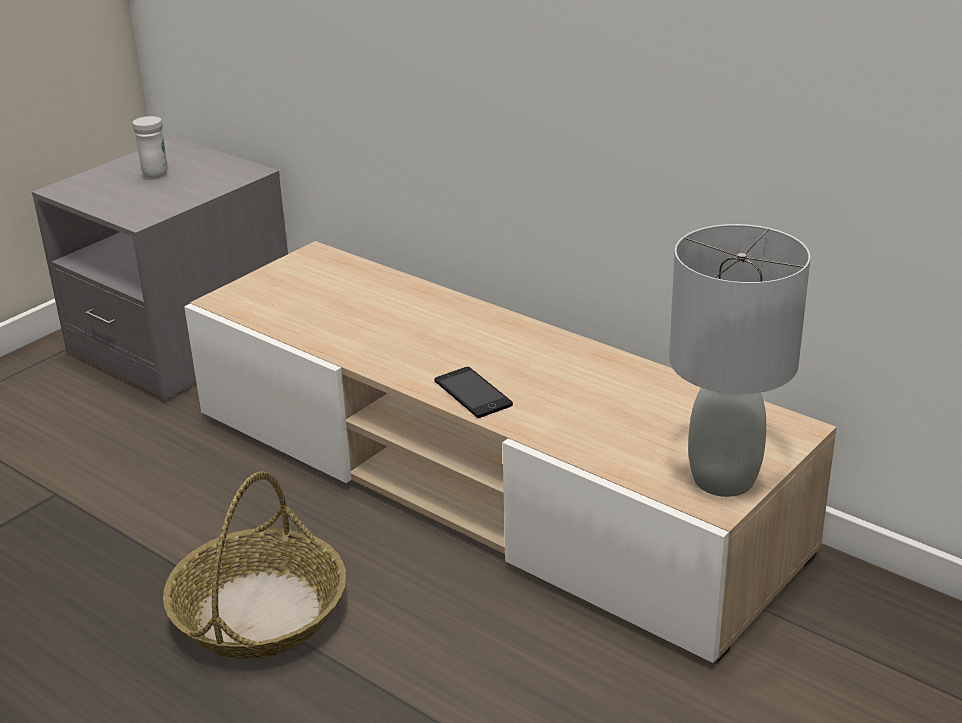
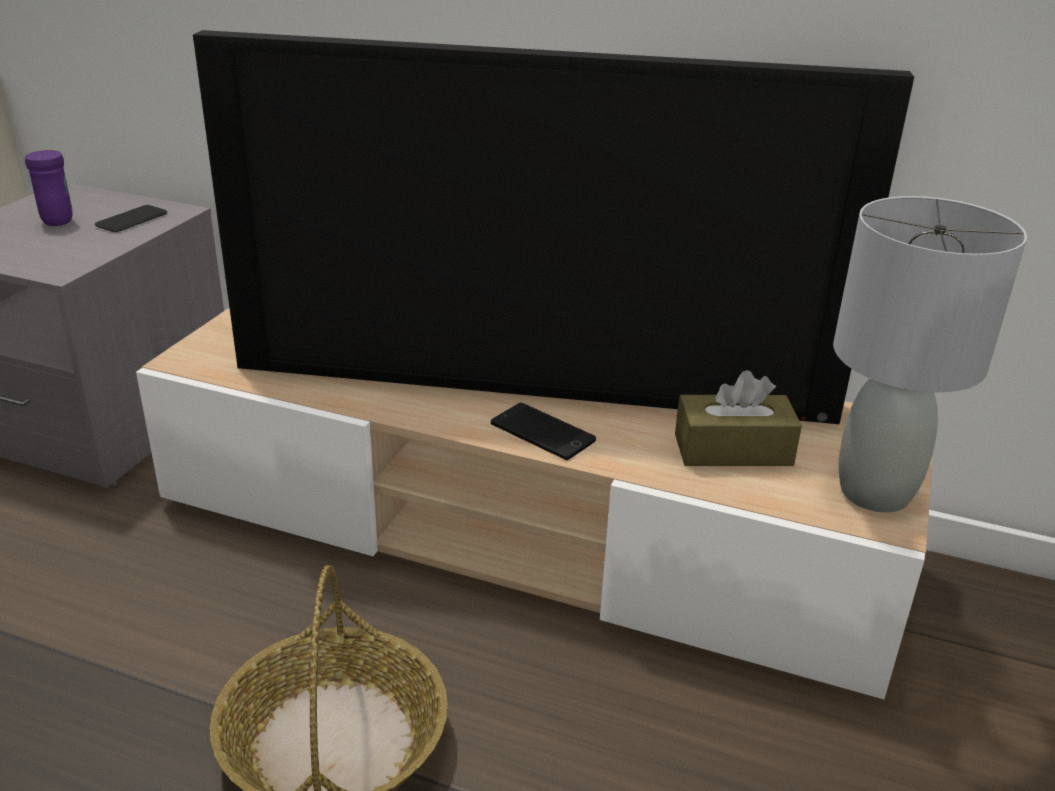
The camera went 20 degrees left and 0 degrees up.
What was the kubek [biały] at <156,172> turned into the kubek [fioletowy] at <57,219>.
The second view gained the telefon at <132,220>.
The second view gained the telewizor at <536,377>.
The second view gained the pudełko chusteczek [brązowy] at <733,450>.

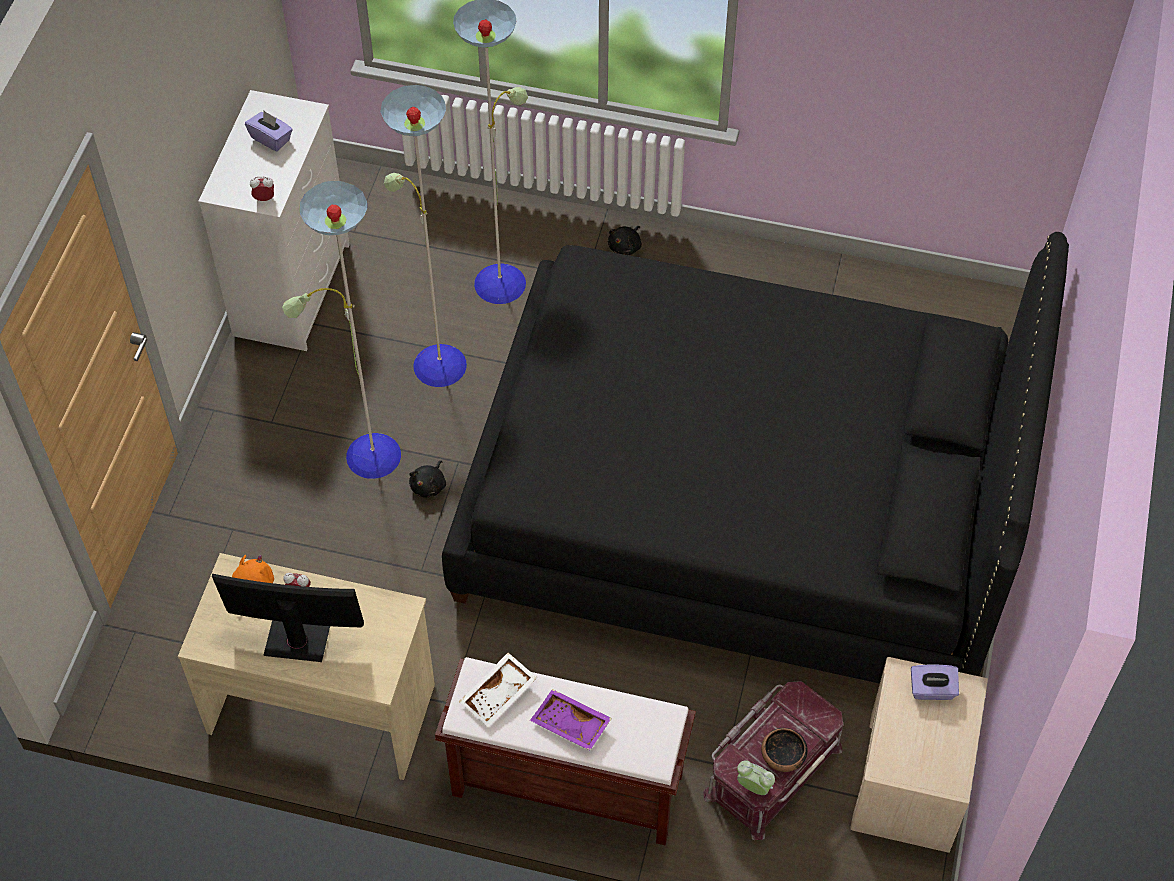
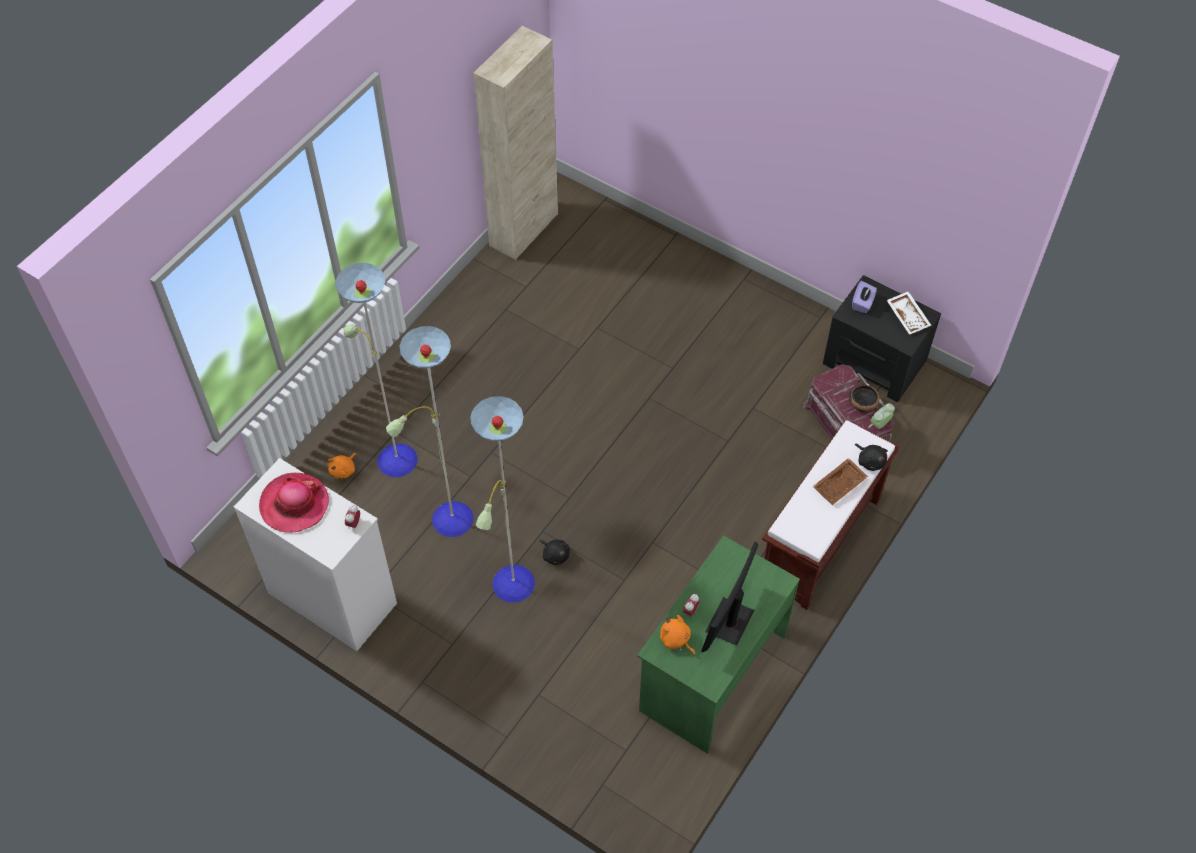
The camera went 70 degrees left and 0 degrees up.
Where the pudełko chusteczek [fioletowy] stood at <271,139>, the kapelusz came to stand at <294,504>.
The second view gained the pluszak [pomarańczowy] at <344,470>.
The second view gained the szafka [beżowy] at <524,230>.
What was the biurko [beżowy] at <321,706> turned into the biurko [zielony] at <711,672>.
What was the taca [fioletowy] at <570,725> turned into the taca [brązowy] at <840,486>.
What was the szafka nocna [beżowy] at <909,781> turned into the szafka nocna [czarny] at <875,362>.
The pluszak [czarny] ended up elsewhere, having gone from <625,246> to <870,461>.
The taca [biały] ended up elsewhere, having gone from <499,695> to <908,316>.
The second view lost the łóżko [czarny] at <741,506>.

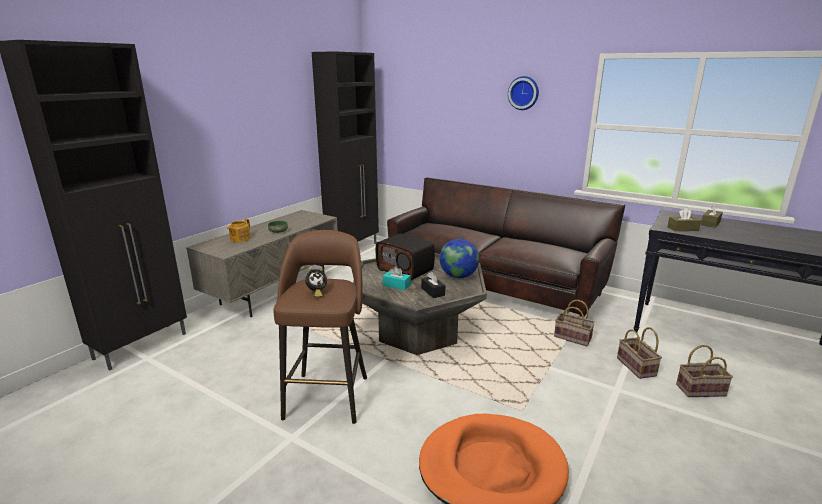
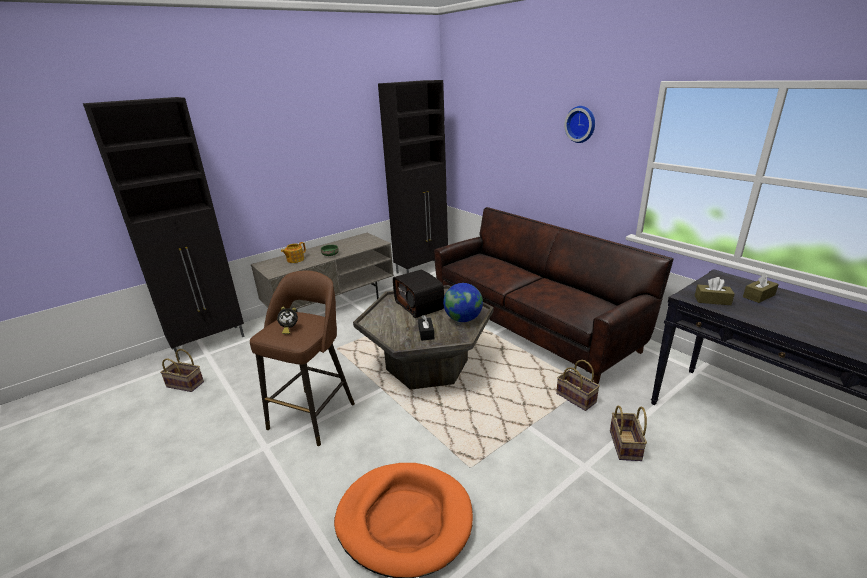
The camera went 20 degrees right and 5 degrees up.
The koszyk ended up elsewhere, having gone from <701,389> to <186,384>.
The second view lost the pudełko chusteczek [turkusowy] at <396,285>.

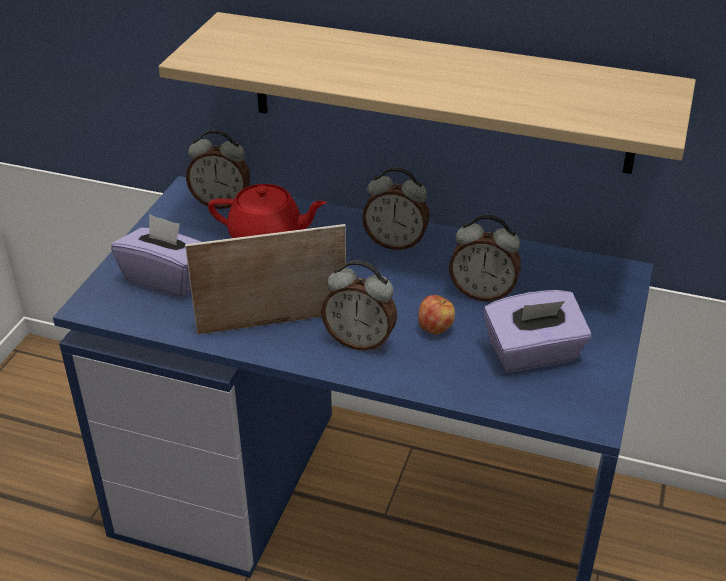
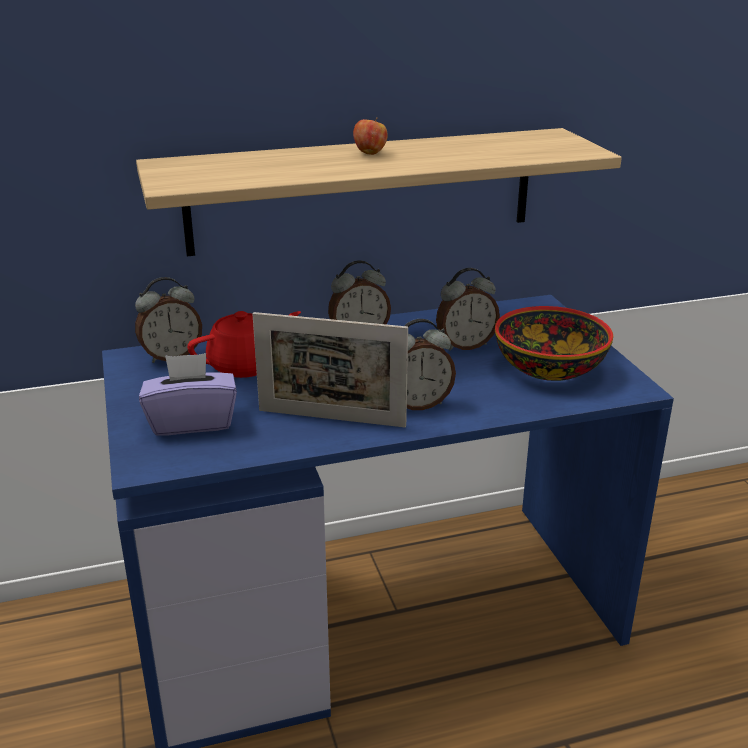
The camera went 35 degrees left and 10 degrees down.
The ramka na zdjęcie at <272,323> ended up facing another way, 120 degrees counterclockwise from before.
The jabłko ended up elsewhere, having gone from <435,328> to <370,153>.
Where the pudełko chusteczek [fioletowy] stood at <533,353>, the miska came to stand at <548,367>.

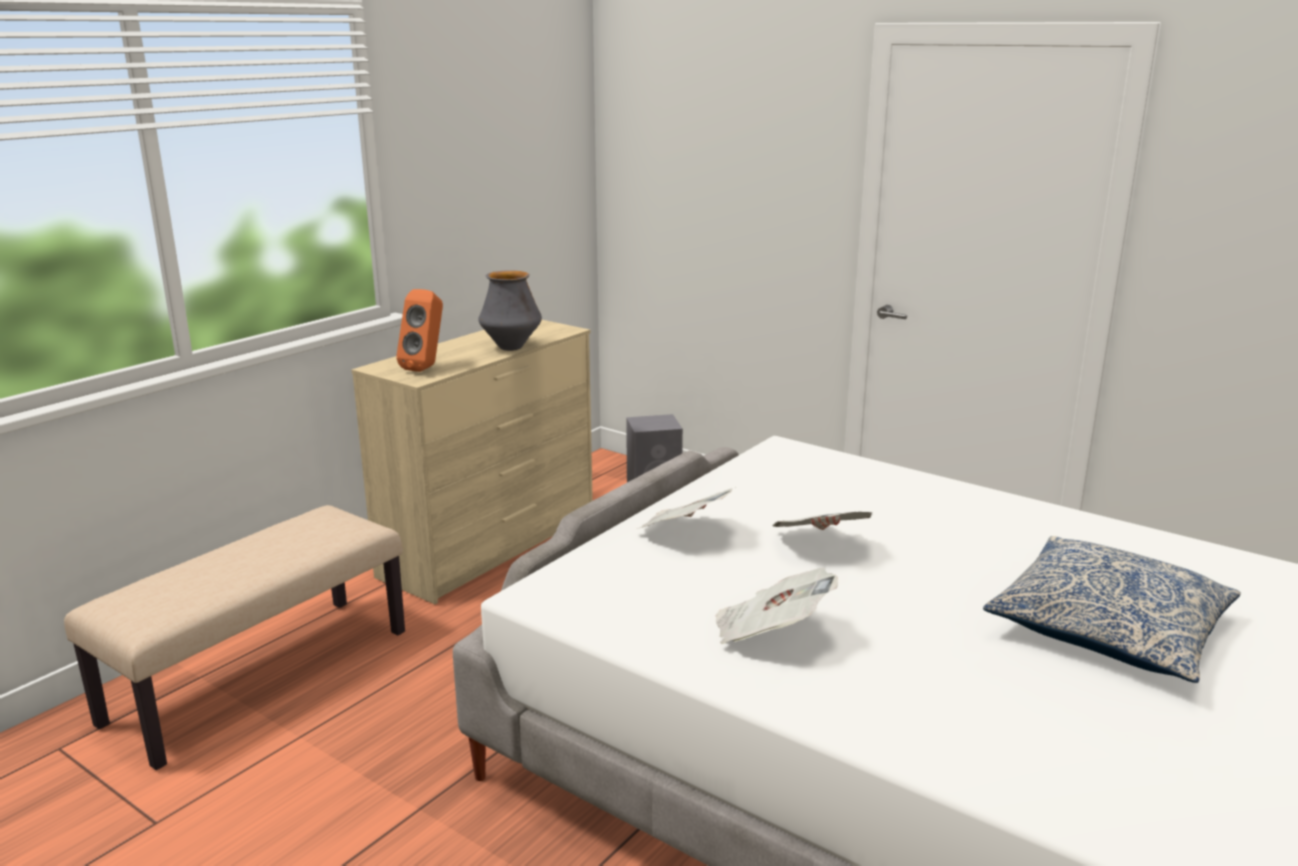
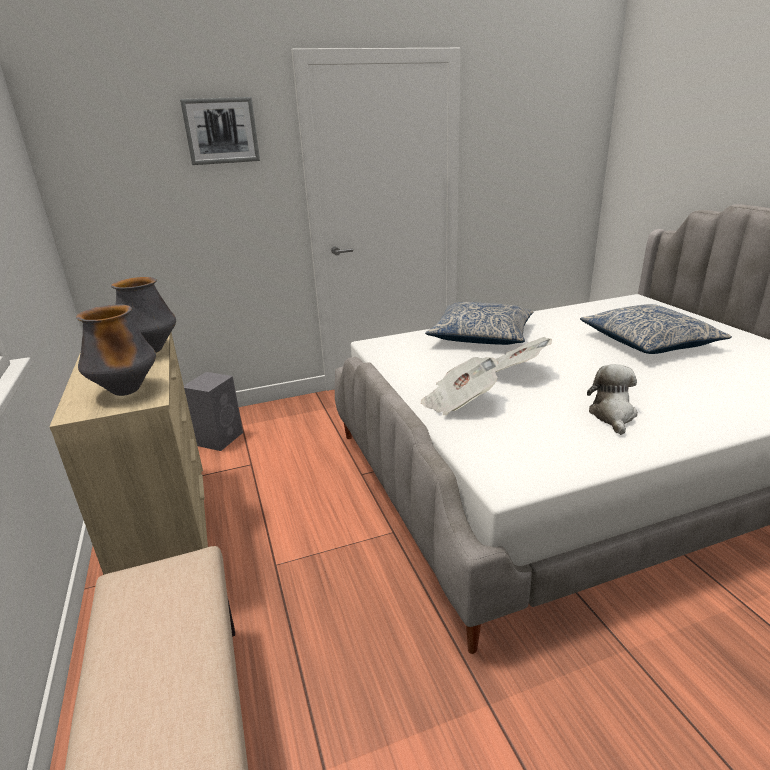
The camera went 55 degrees left and 5 degrees up.
Where the głośnik [pomarańczowy] stood at <426,368>, the wazon came to stand at <126,391>.
The second view gained the obraz at <221,131>.
The second view gained the poduszka at <481,336>.
Where the gazeta stood at <770,633>, the pluszak came to stand at <612,415>.

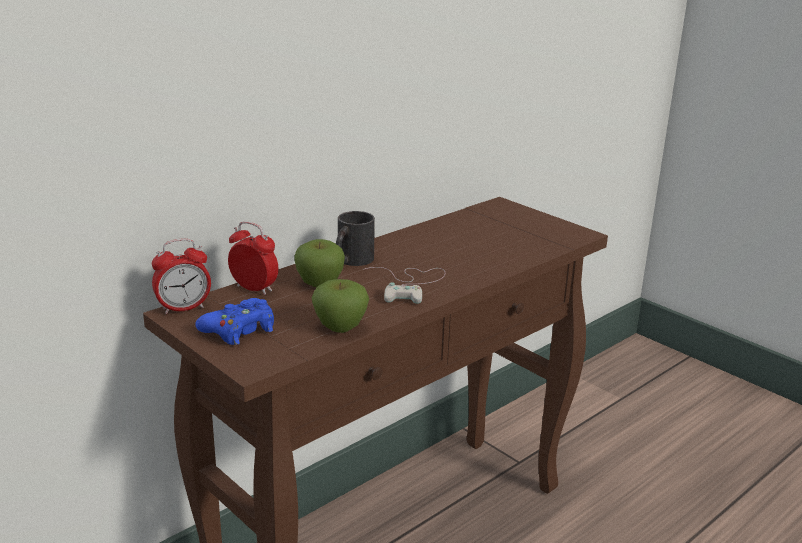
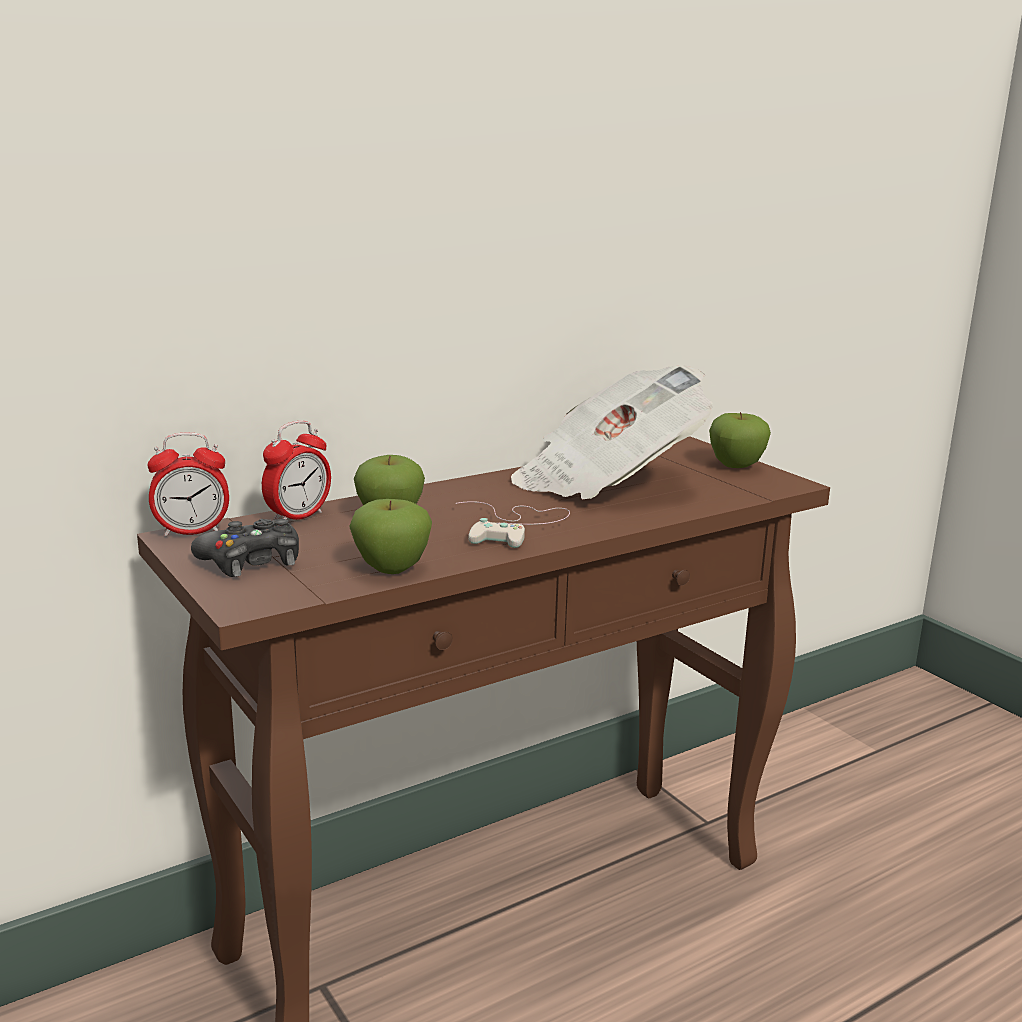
The camera went 10 degrees right and 5 degrees down.
What was the pad do gier [niebieski] at <239,330> turned into the pad do gier [czarny] at <251,561>.
The budzik at <254,289> ended up facing another way, 90 degrees clockwise from before.
The second view gained the gazeta at <607,481>.
The second view gained the jabłko at <736,466>.
The second view lost the kubek [czarny] at <351,261>.

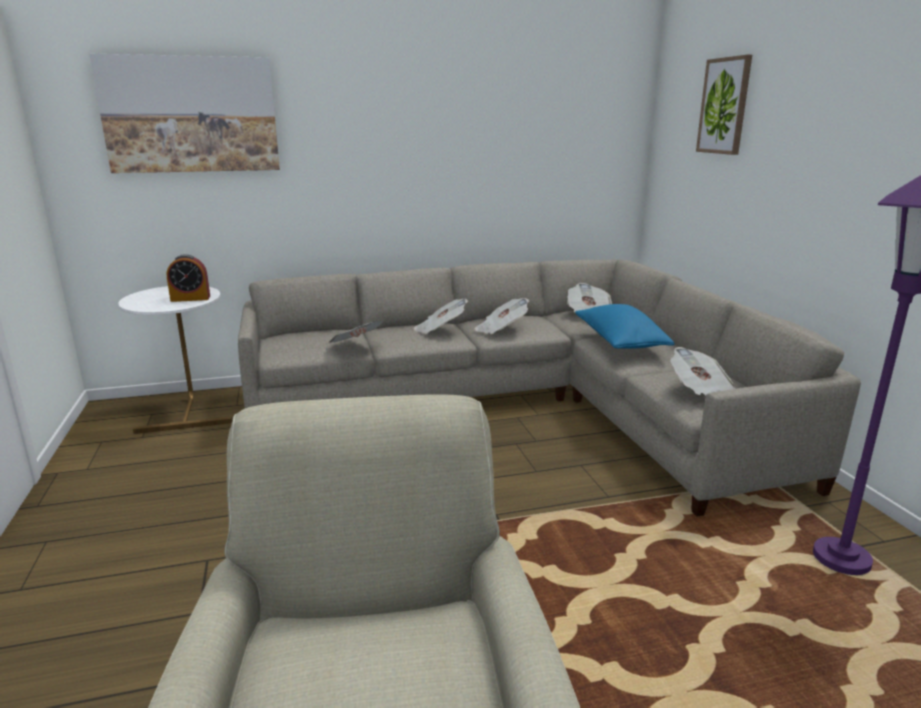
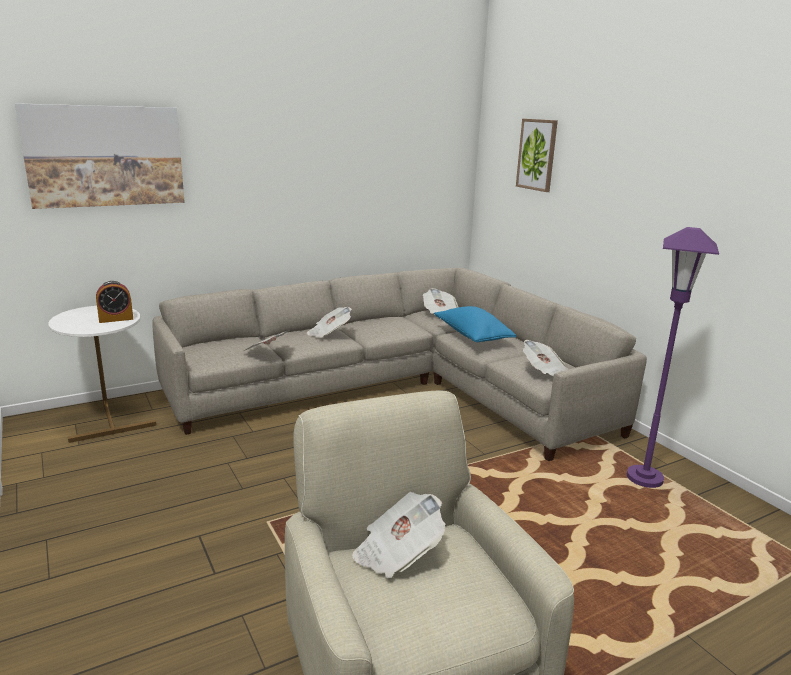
The camera went 15 degrees left and 0 degrees up.
The gazeta ended up elsewhere, having gone from <501,330> to <397,553>.

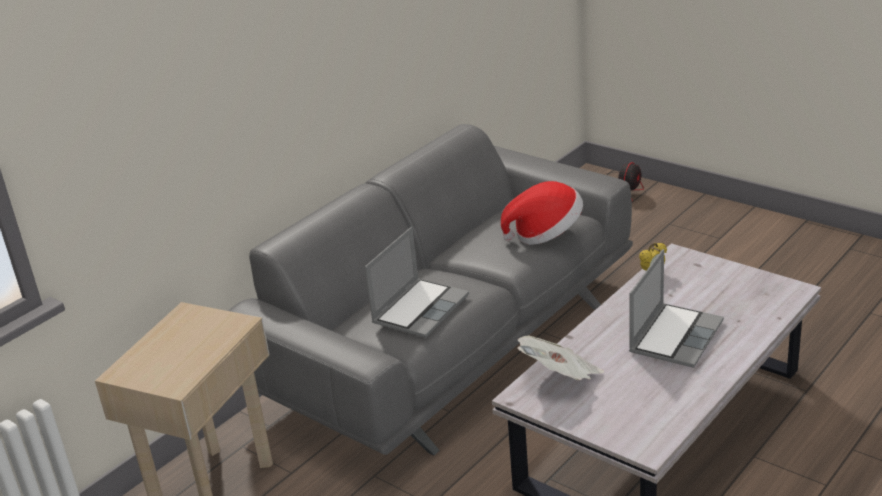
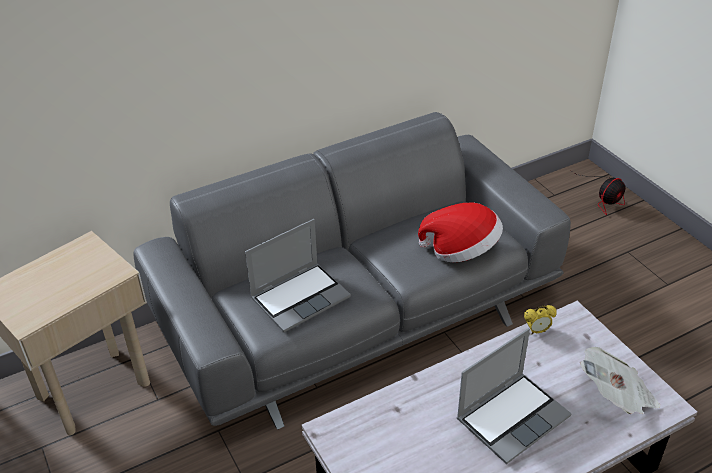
The camera went 20 degrees right and 10 degrees up.
The gazeta ended up elsewhere, having gone from <561,376> to <616,396>.

